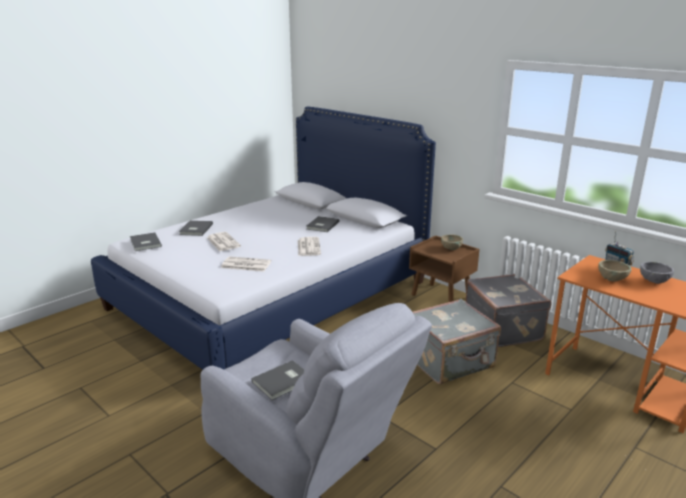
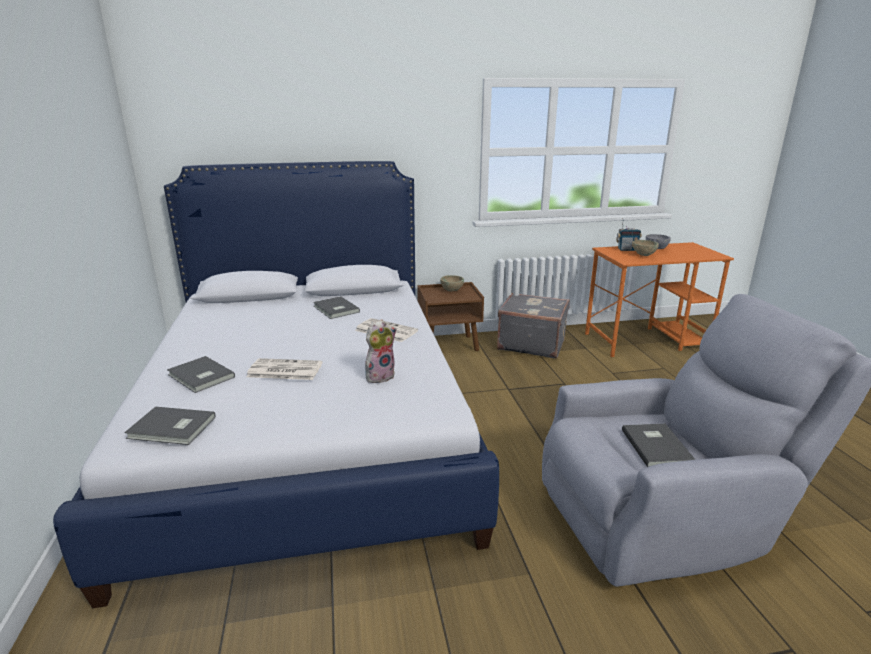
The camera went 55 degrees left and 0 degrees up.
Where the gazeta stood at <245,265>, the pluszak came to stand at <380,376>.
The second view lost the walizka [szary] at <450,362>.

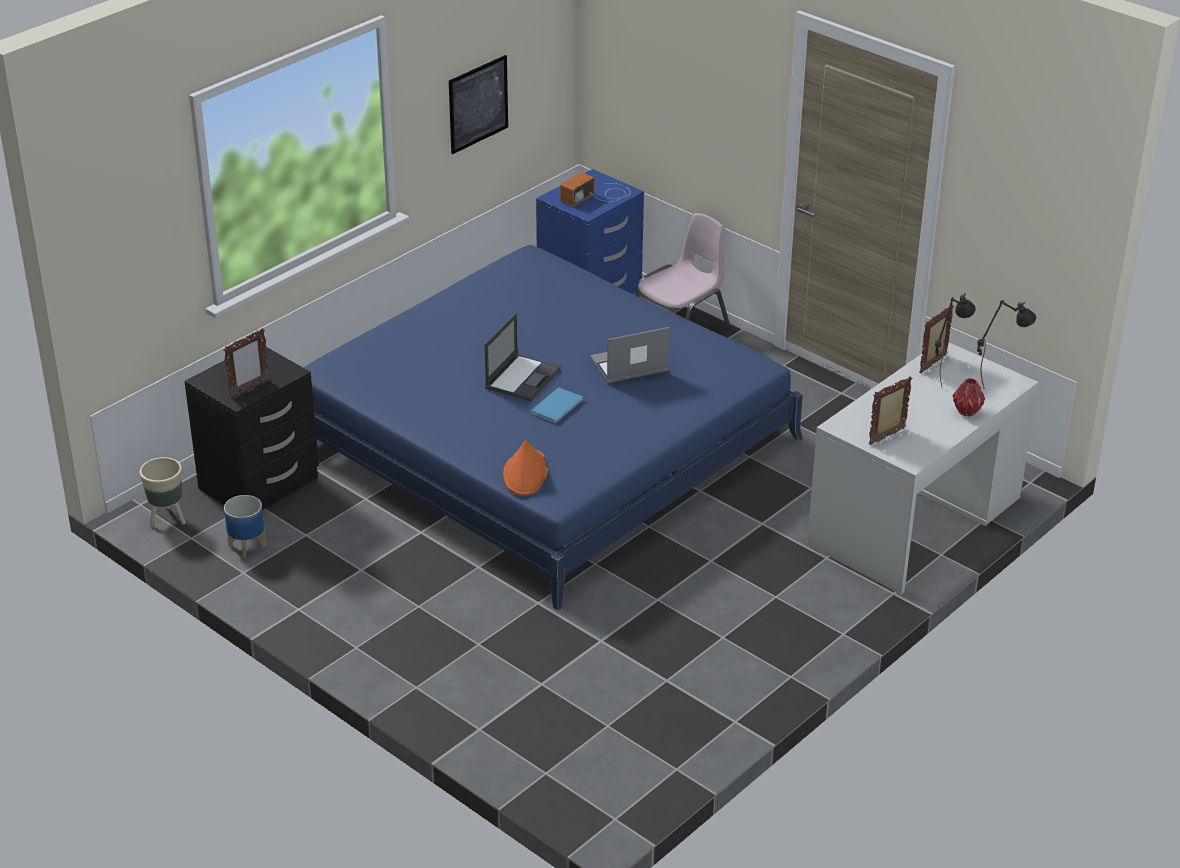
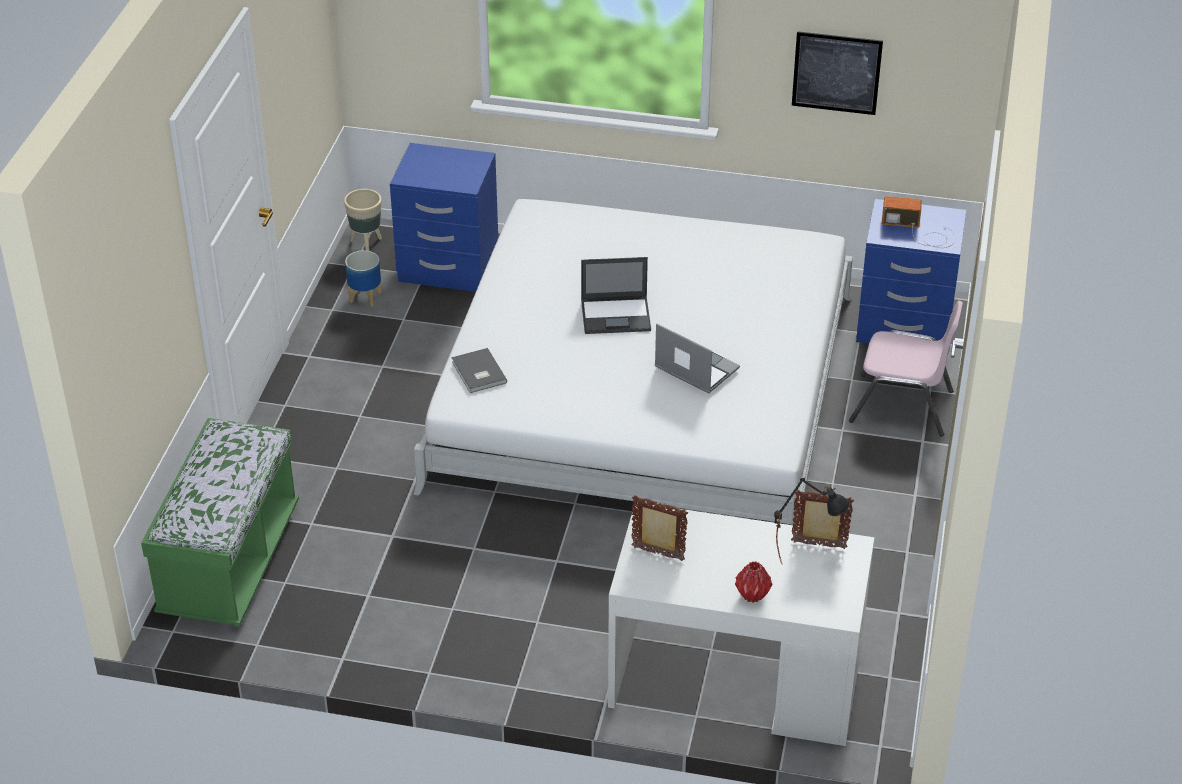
The camera went 60 degrees right and 5 degrees up.
The second view gained the ławka [zielony] at <229,563>.
What was the szafka nocna [czarny] at <260,484> turned into the szafka nocna [niebieski] at <448,268>.
What was the łóżko [niebieski] at <542,441> turned into the łóżko [biały] at <643,391>.
Where the kapelusz [pomarańczowy] stood at <525,474>, the książka [szary] came to stand at <478,373>.
The second view lost the ramka na zdjęcie at <249,388>.
The second view lost the książka [niebieski] at <558,406>.
The second view lost the lampa stołowa [czarny] at <998,380>.

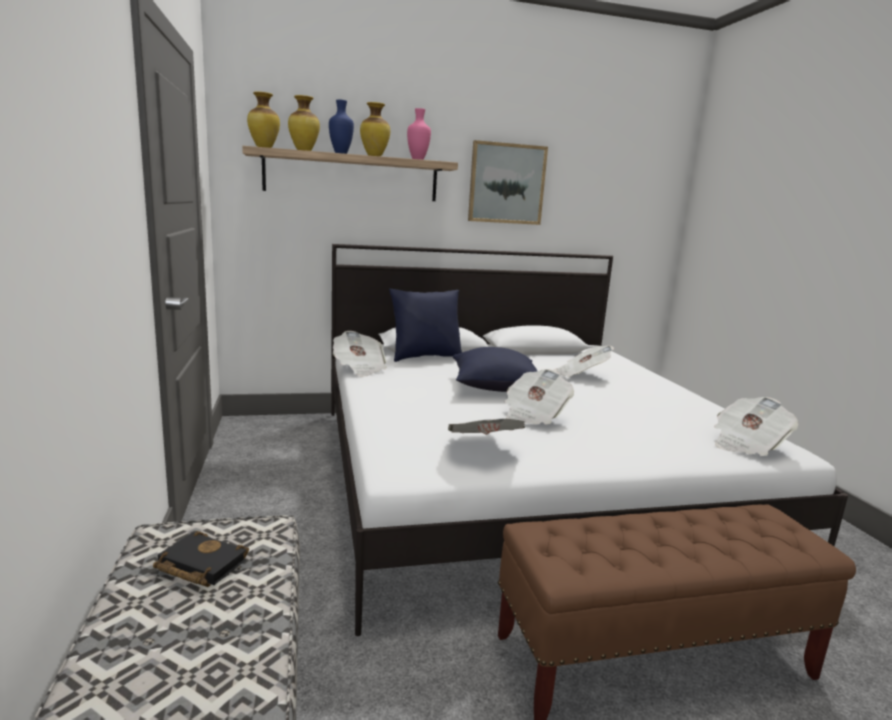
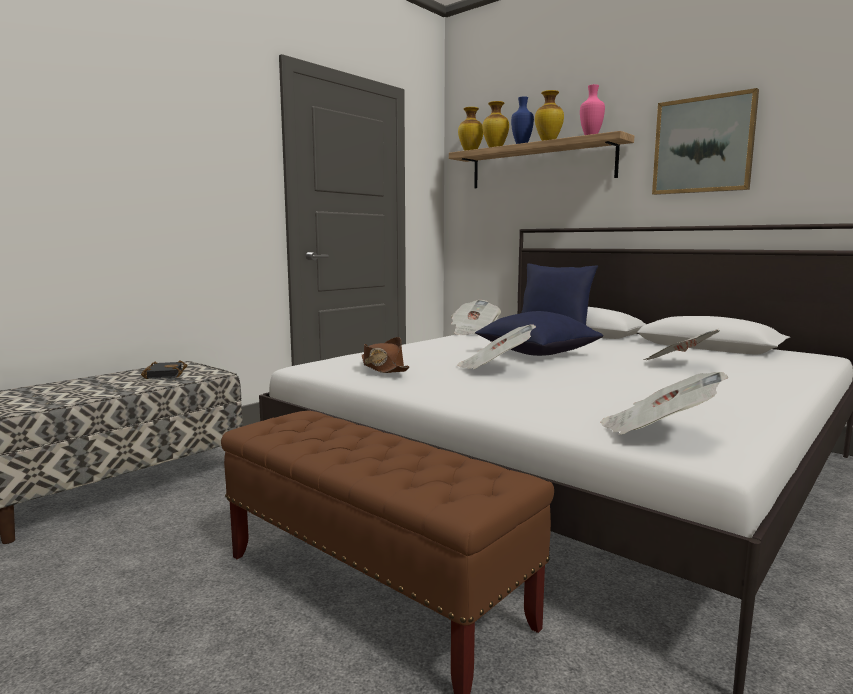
The camera went 55 degrees right and 5 degrees down.
Where the gazeta stood at <484,447>, the kapelusz [brązowy] came to stand at <383,368>.

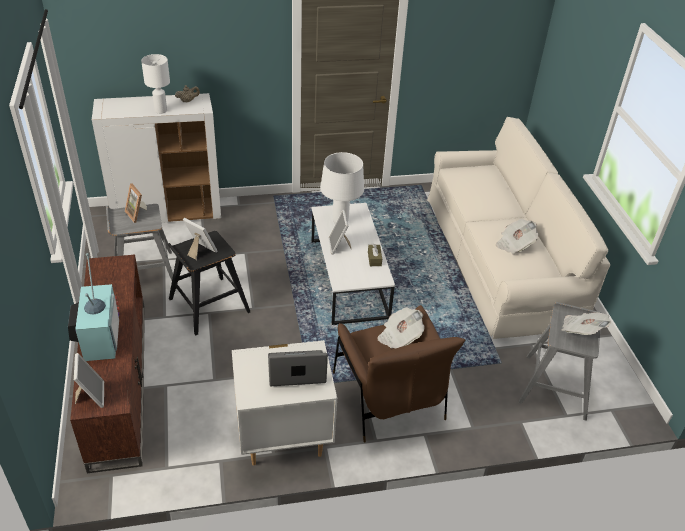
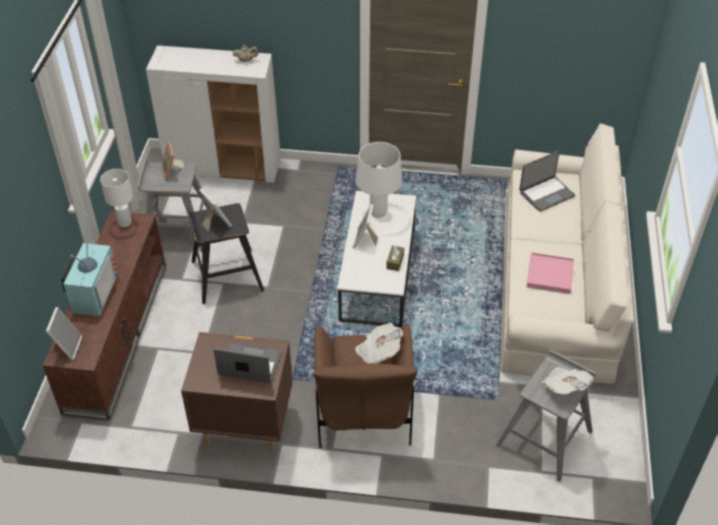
The camera went 20 degrees right and 5 degrees up.
The lampa stołowa [biały] ended up elsewhere, having gone from <161,110> to <125,222>.
What was the szafka nocna [biały] at <283,438> turned into the szafka nocna [brązowy] at <245,425>.
The second view gained the laptop at <546,194>.
Where the gazeta stood at <514,244>, the taca [różowy] came to stand at <549,275>.

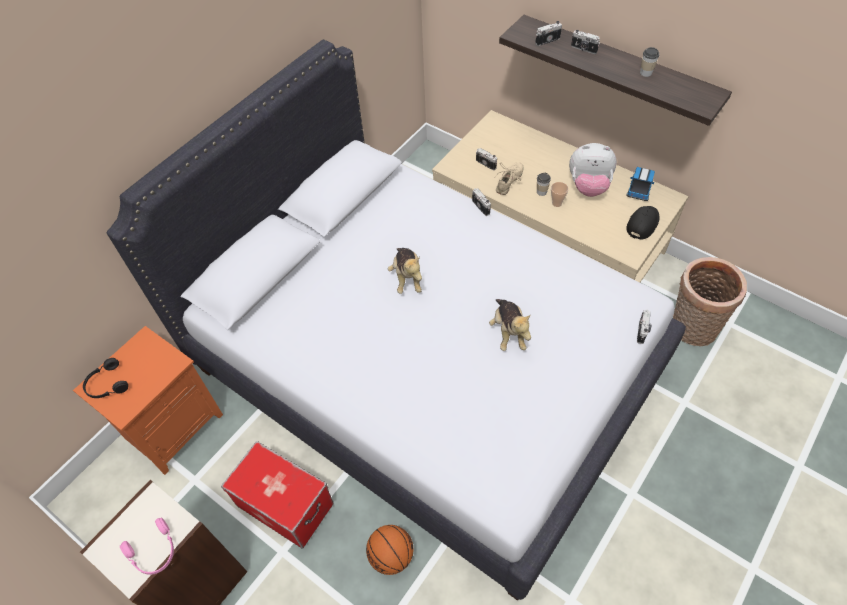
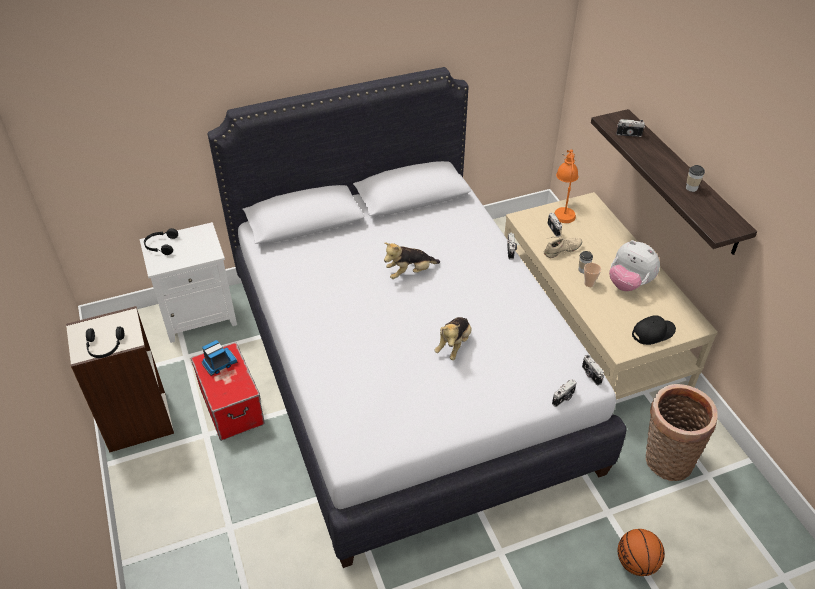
The camera went 30 degrees right and 10 degrees down.
What was the słuchawki [różowy] at <154,552> turned into the słuchawki [czarny] at <105,347>.
What was the szafka nocna [pomarańczowy] at <174,425> turned into the szafka nocna [biały] at <200,315>.
The ciężarówka zabawkowa ended up elsewhere, having gone from <639,190> to <219,364>.
The pluszak at <407,277> ended up facing another way, 45 degrees clockwise from before.
The second view gained the lampa stołowa [pomarańczowy] at <563,209>.
The aparat fotograficzny ended up elsewhere, having gone from <583,49> to <590,375>.
The piłka do koszykówki ended up elsewhere, having gone from <391,555> to <636,563>.

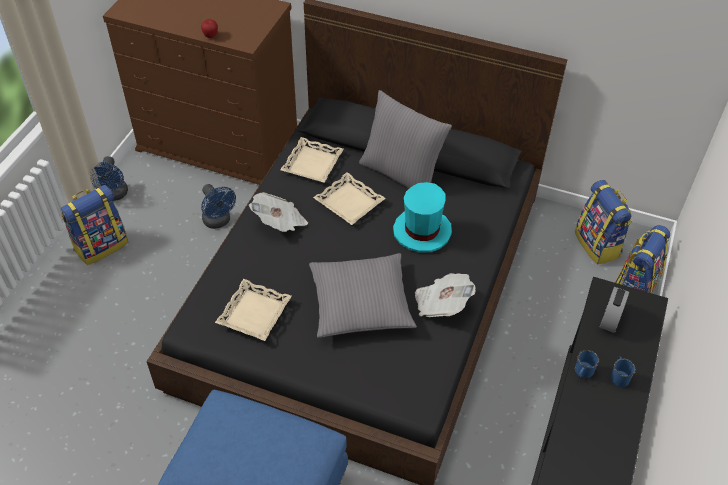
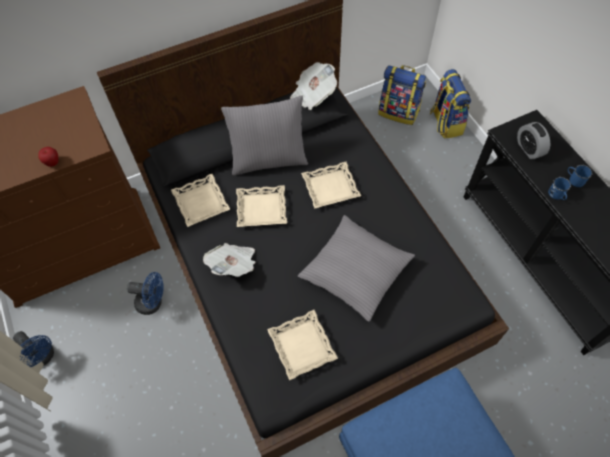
The camera went 45 degrees left and 10 degrees up.
The gazeta ended up elsewhere, having gone from <441,304> to <312,95>.
Where the kapelusz [turkusowy] stood at <422,231>, the taca [beżowy] came to stand at <330,188>.
The second view lost the plecak at <101,245>.

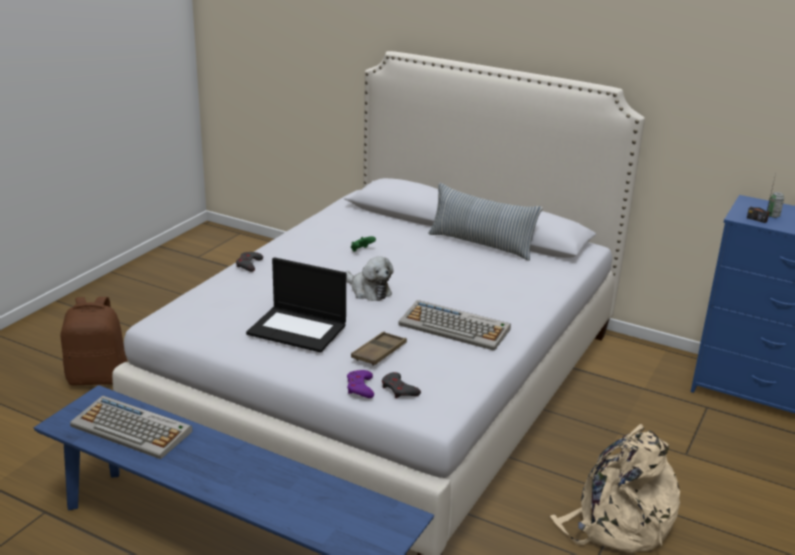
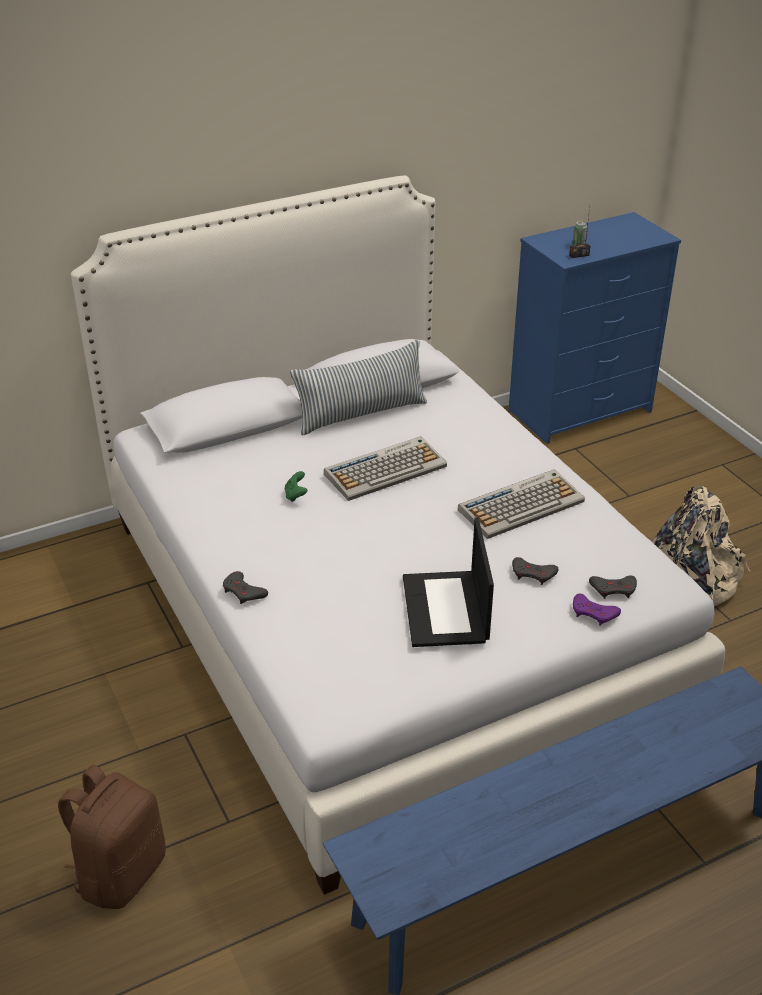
The camera went 55 degrees left and 10 degrees up.
The klawiatura ended up elsewhere, having gone from <133,429> to <386,469>.
The laptop at <298,329> ended up facing another way, 120 degrees clockwise from before.
Where the taca [brązowy] stood at <379,352>, the pad do gier [szary] came to stand at <533,574>.
The second view lost the pluszak at <368,291>.

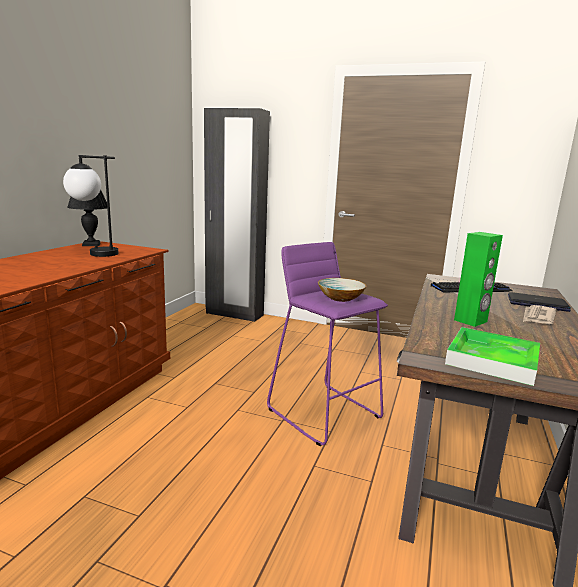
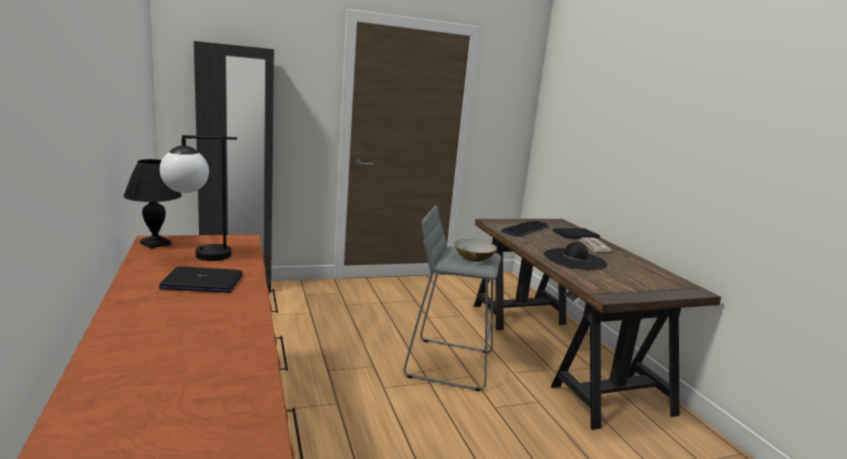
The camera went 40 degrees left and 0 degrees up.
The second view gained the laptop at <202,282>.
What was the stołek [fioletowy] at <324,413> turned into the stołek [szary] at <449,363>.
Where the głośnik [zielony] stood at <471,321>, the kapelusz [czarny] came to stand at <574,259>.
The second view lost the taca at <492,360>.

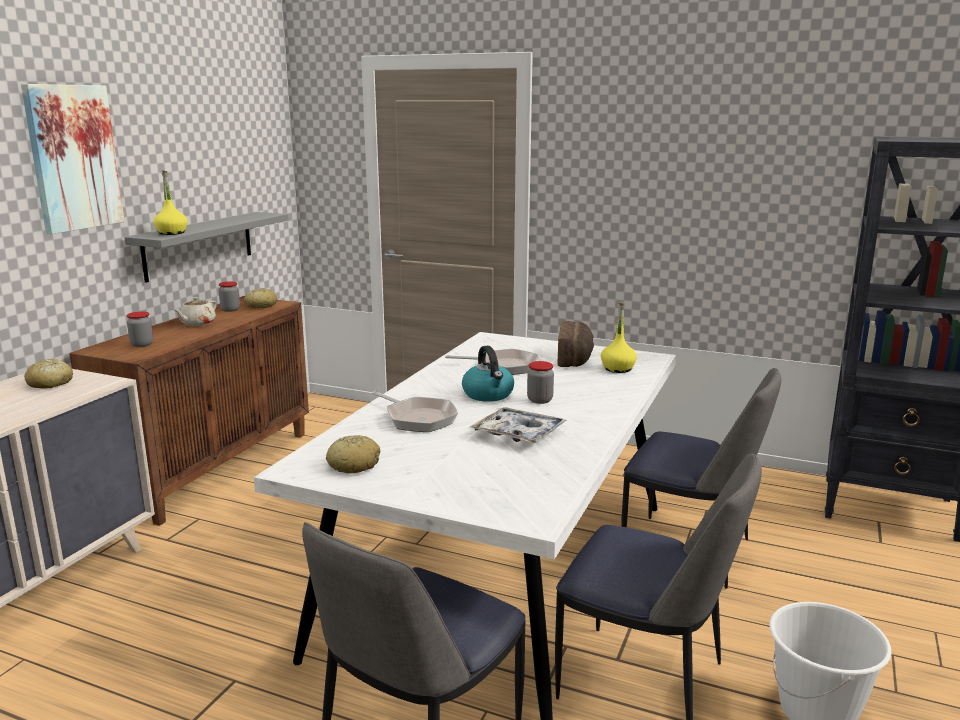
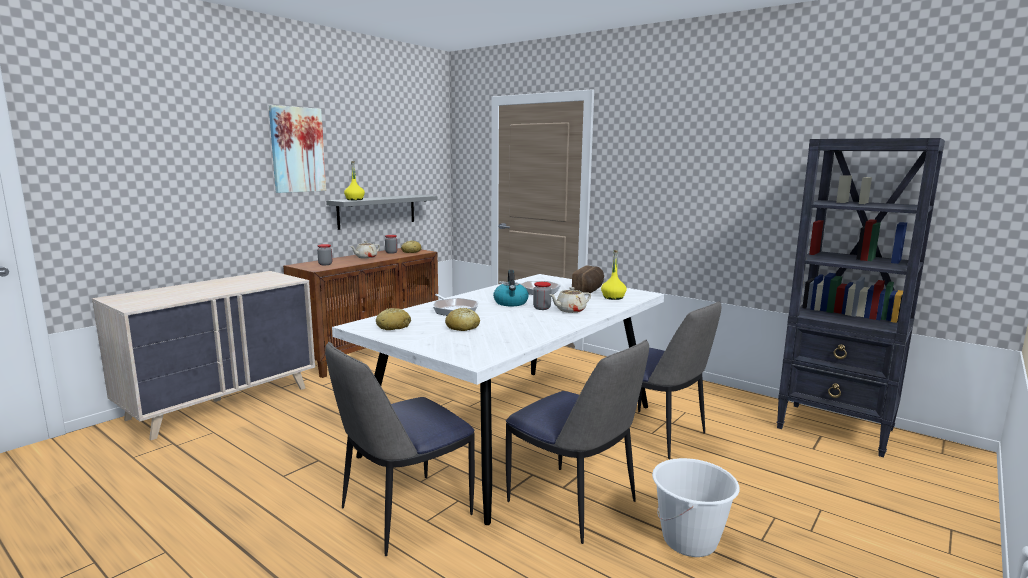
The camera went 15 degrees right and 5 degrees down.
The chleb ended up elsewhere, having gone from <50,383> to <462,327>.
The second view gained the imbryk [beżowy] at <570,310>.
The second view lost the taca at <518,434>.

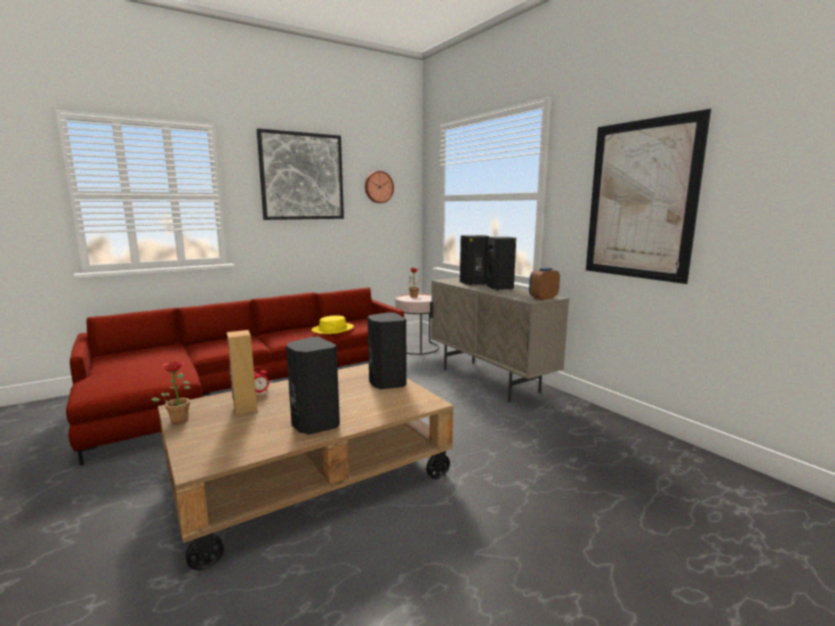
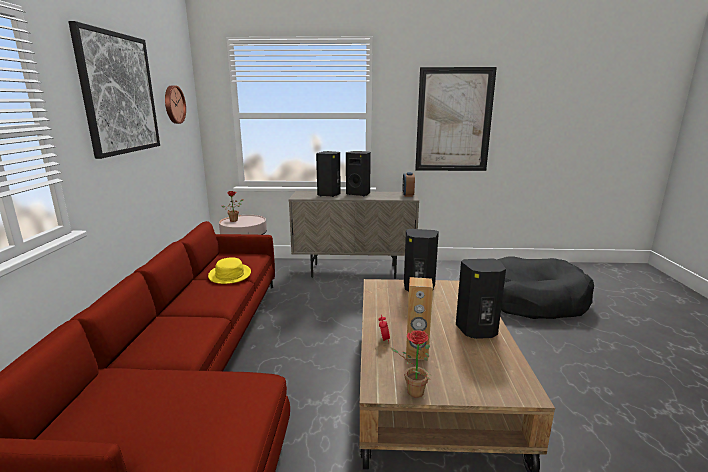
The camera went 55 degrees left and 5 degrees up.
The second view gained the legowisko [czarny] at <531,300>.

